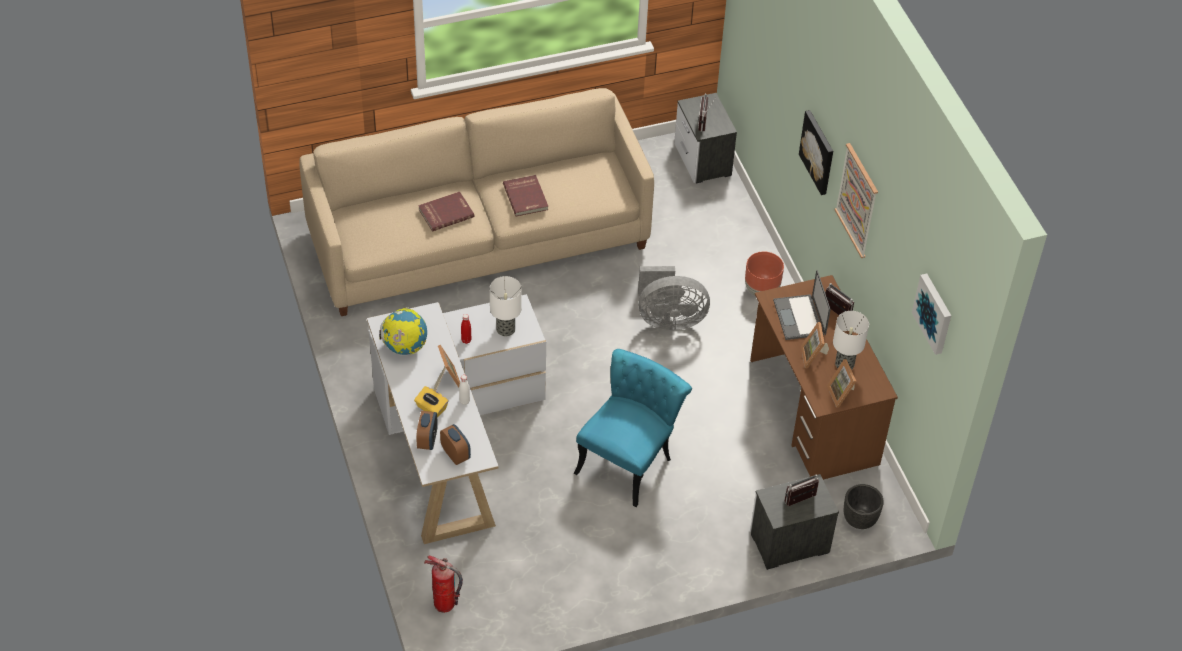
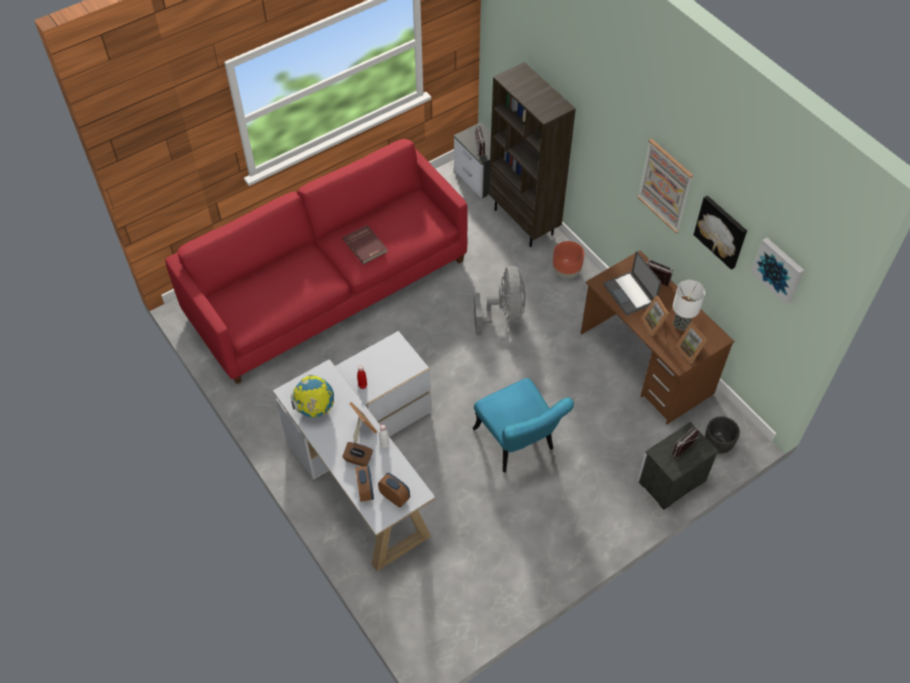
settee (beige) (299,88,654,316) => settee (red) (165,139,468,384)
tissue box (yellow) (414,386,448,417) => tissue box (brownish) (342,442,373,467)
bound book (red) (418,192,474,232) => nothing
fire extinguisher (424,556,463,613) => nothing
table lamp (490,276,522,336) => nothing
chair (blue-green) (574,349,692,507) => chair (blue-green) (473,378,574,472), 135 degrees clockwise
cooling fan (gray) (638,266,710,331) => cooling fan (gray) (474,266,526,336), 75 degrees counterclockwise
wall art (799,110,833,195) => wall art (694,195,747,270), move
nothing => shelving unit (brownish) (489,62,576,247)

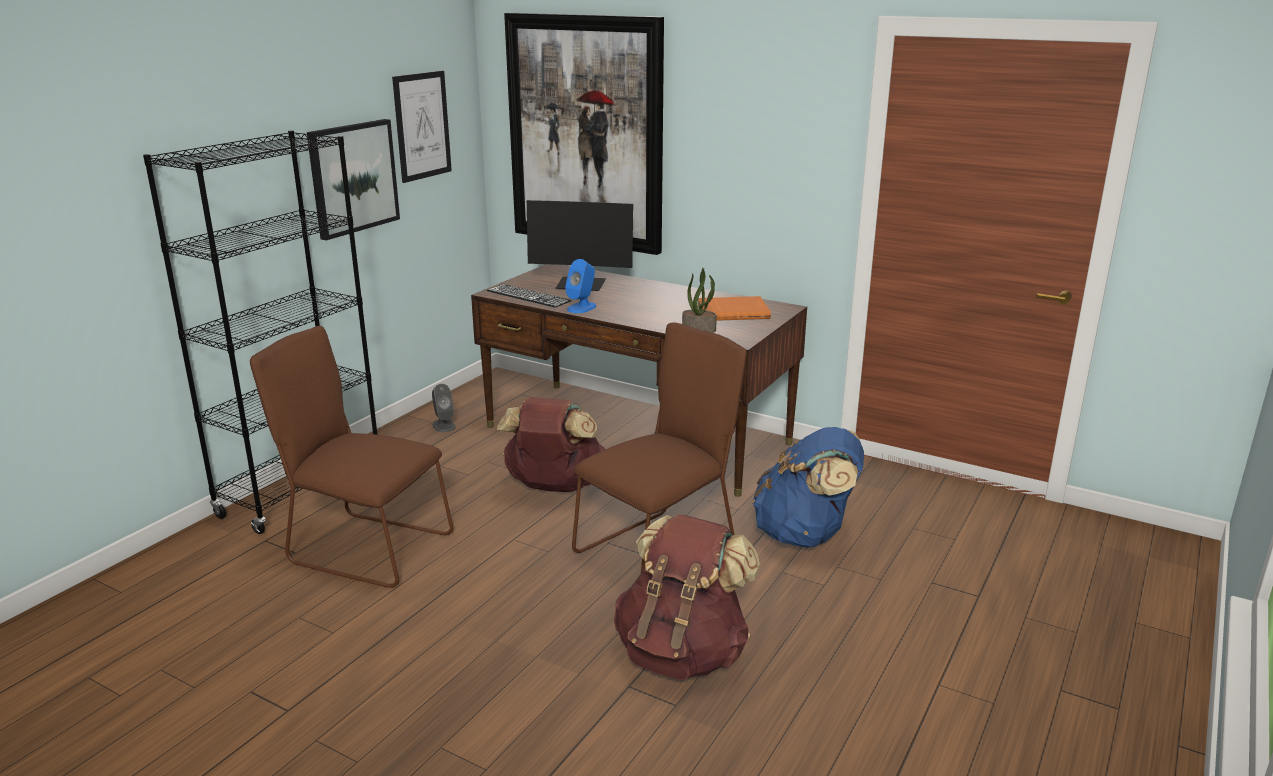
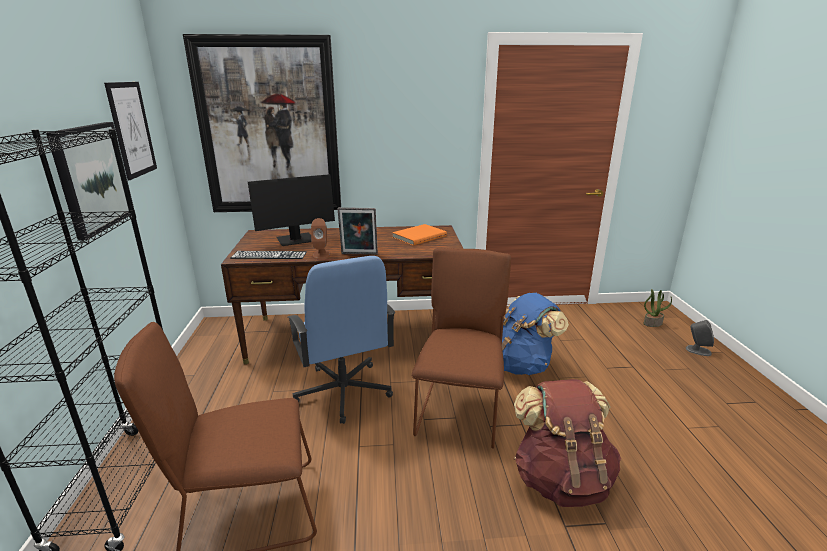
audio speaker (gray) (432,384,456,432) => audio speaker (gray) (686,320,714,356), move
knapsack (brownish) (497,397,605,492) => desk chair (blue-coloured) (287,256,395,424)
audio speaker (blue-coloured) (565,259,596,313) => audio speaker (brownish) (311,218,331,260)
houseplant (682,268,717,333) => houseplant (643,289,672,327), move
nothing => picture frame (338,207,378,255)

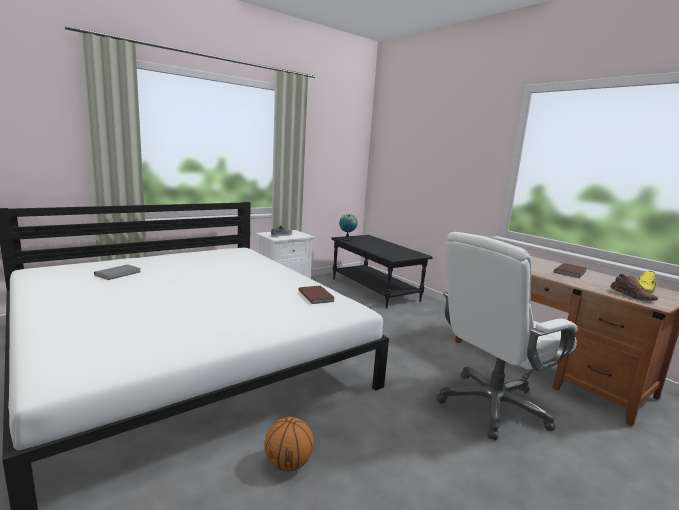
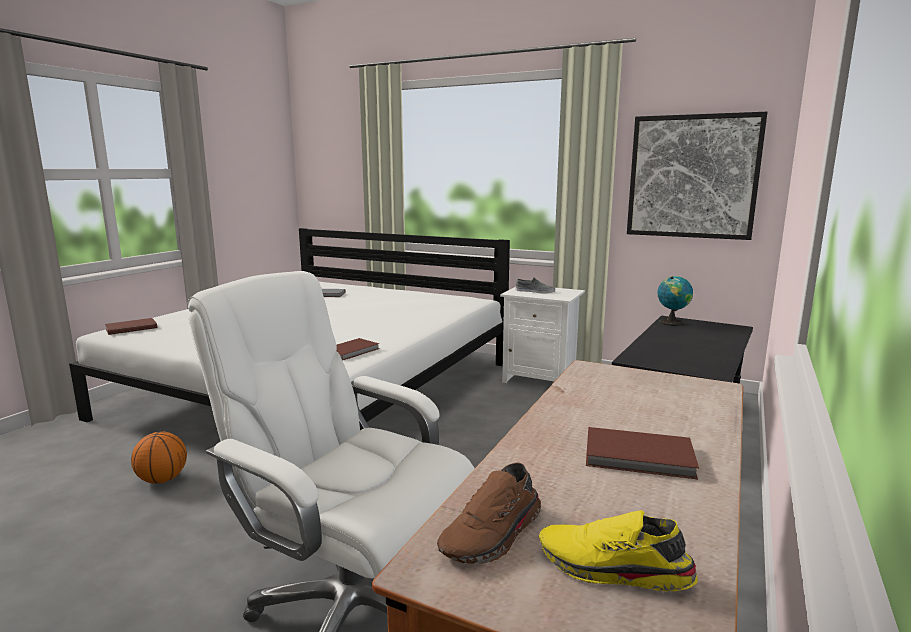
nothing => bound book (brownish) (105,318,157,335)
nothing => wall art (627,112,767,240)

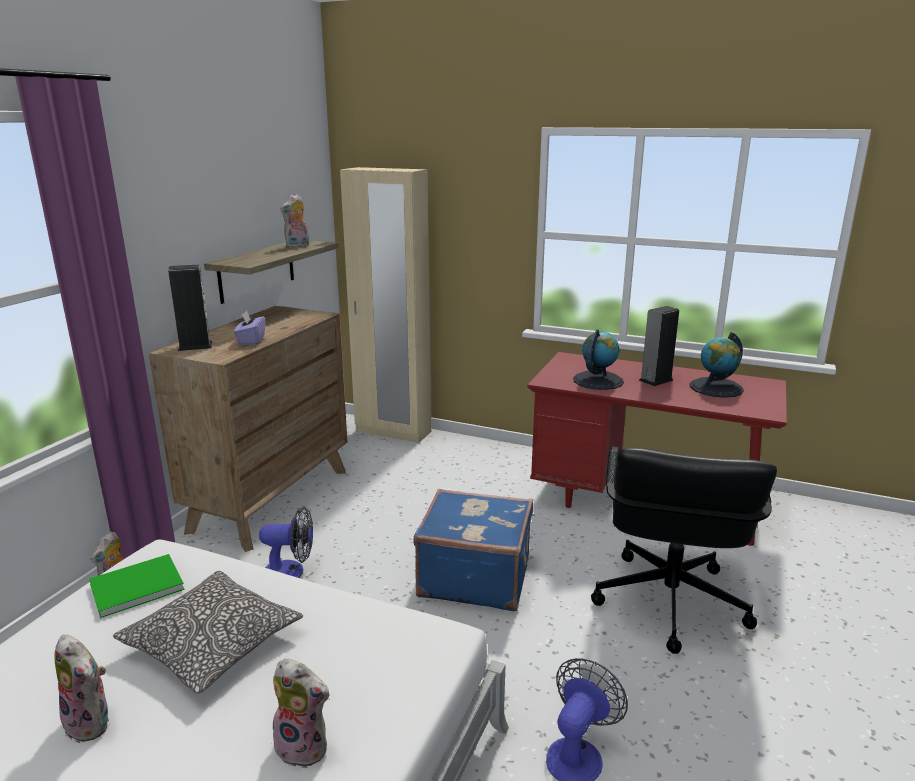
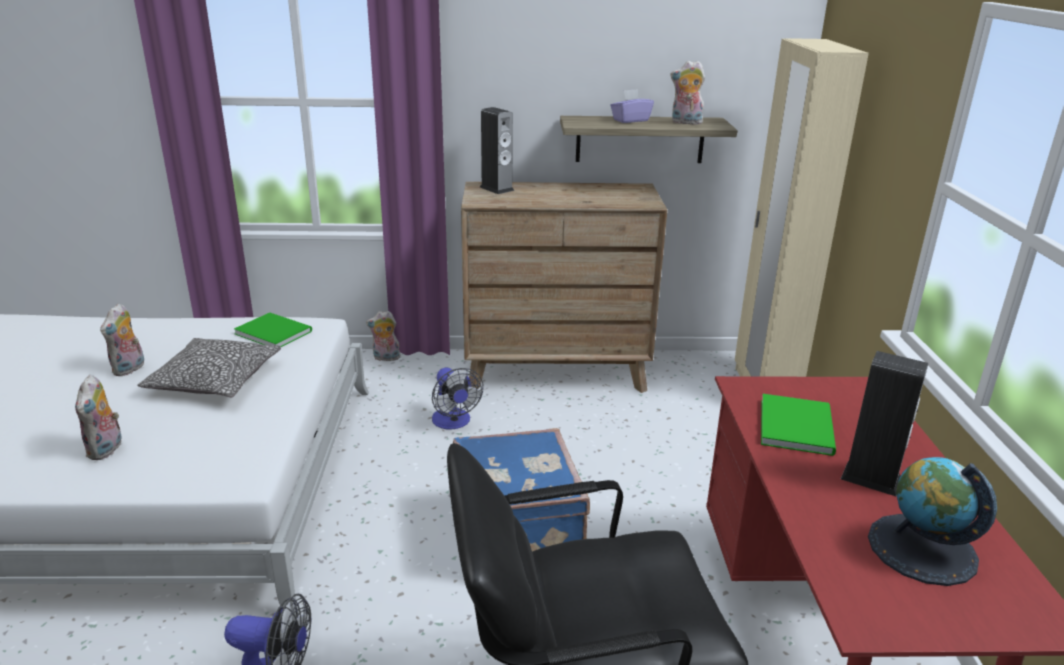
tissue box (purple-coloured) (234,311,265,345) => tissue box (purple-coloured) (610,89,654,123), move
desk globe (573,329,624,390) => bound book (green-coloured) (761,394,836,456)

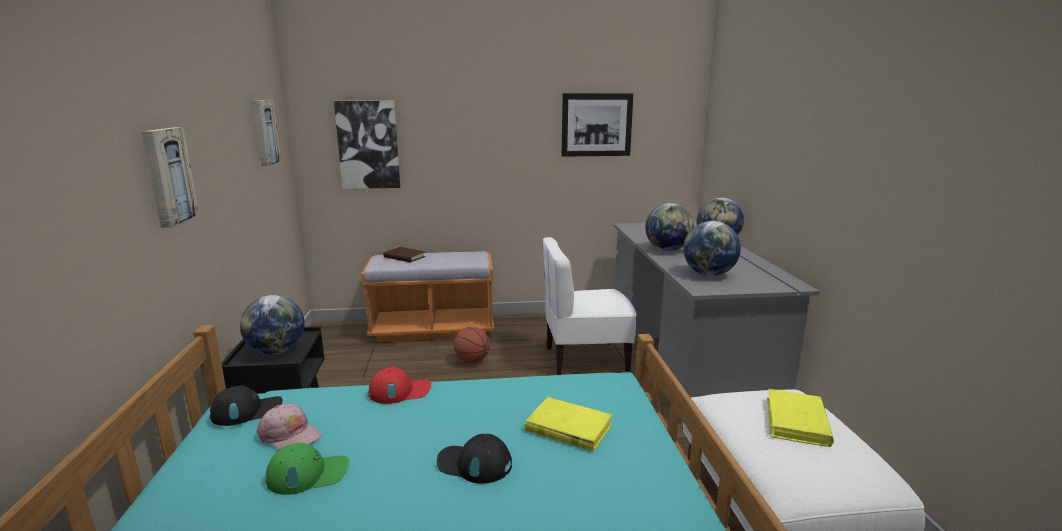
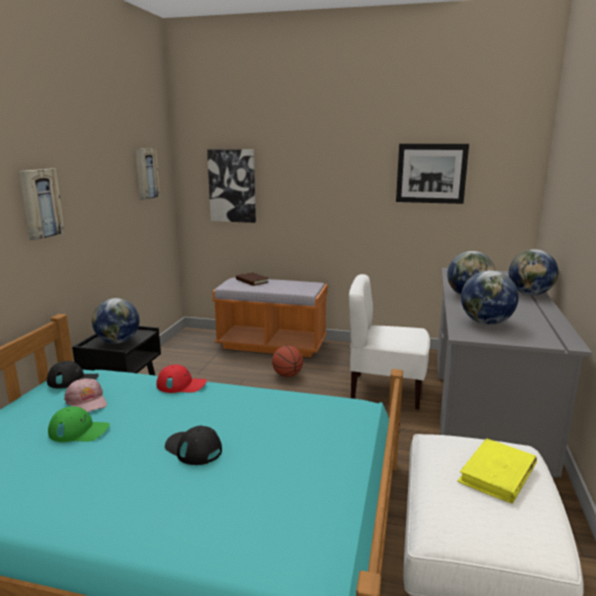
bound book (yellow) (525,397,612,452) => nothing

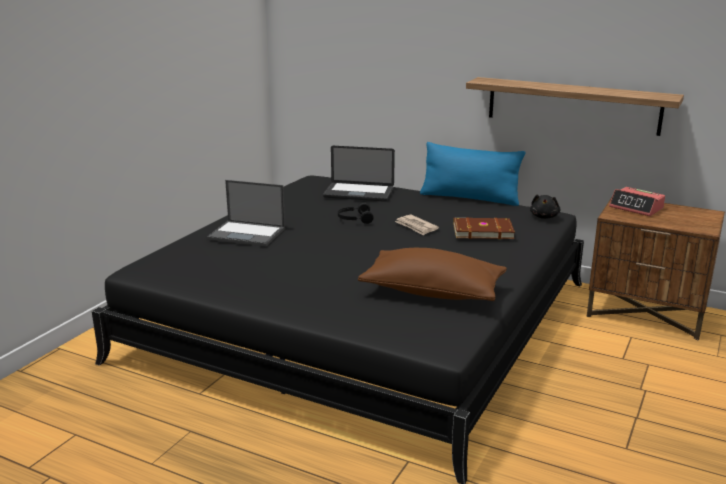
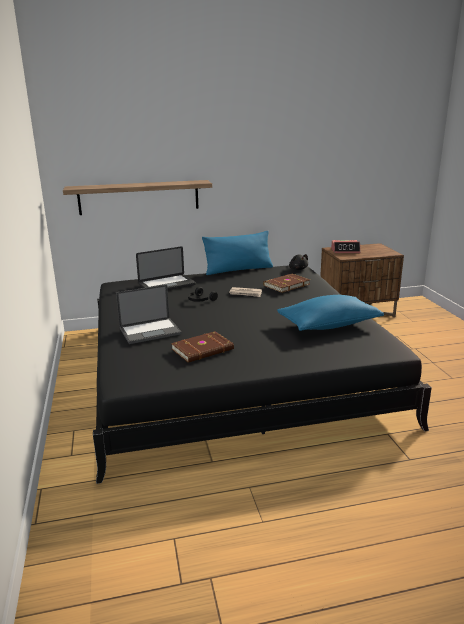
cushion (brownish) (358,248,507,301) => cushion (blue-coloured) (277,295,384,331)
wall shelf (466,77,684,136) => wall shelf (63,180,212,215), move
nothing => bound book (brownish) (171,331,234,363)

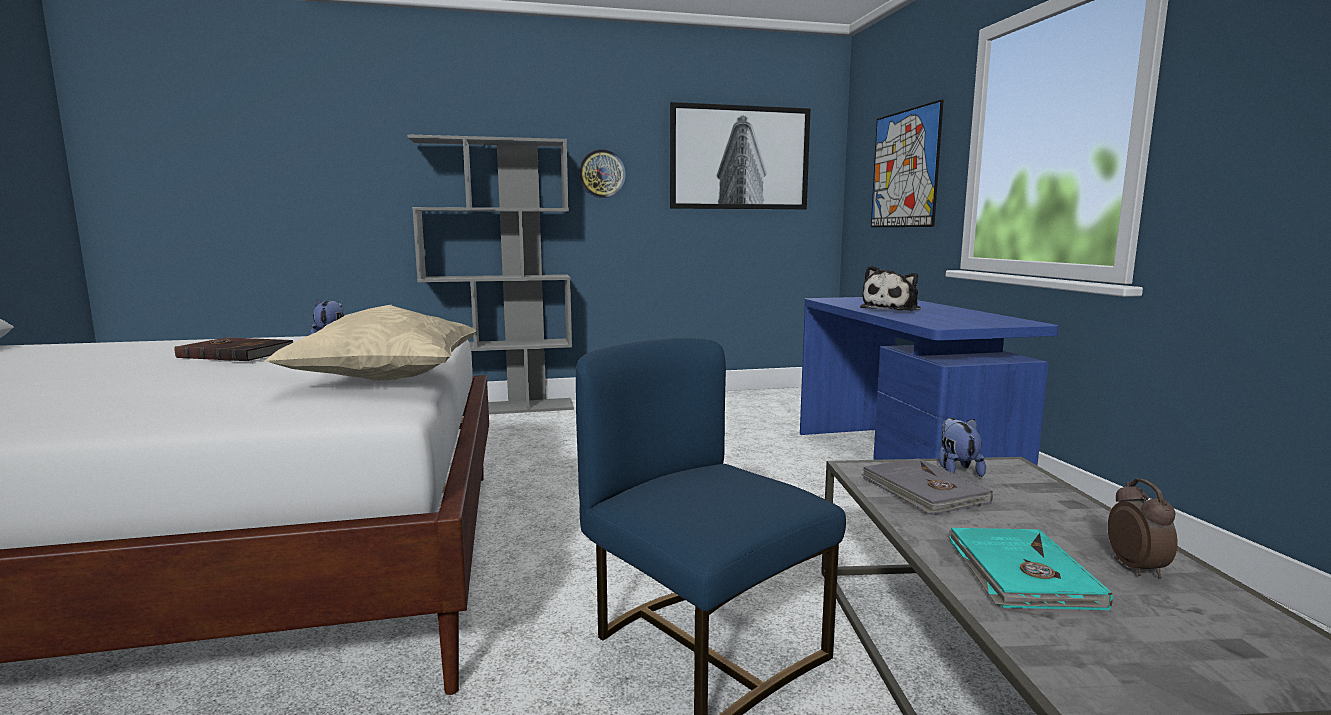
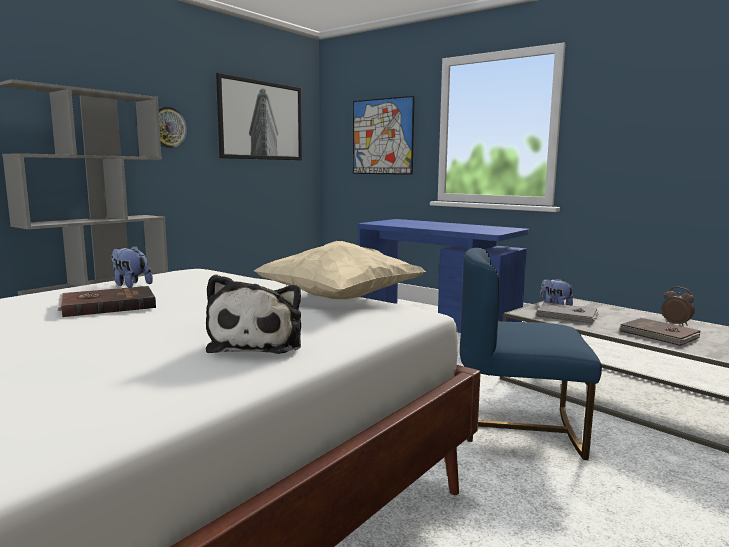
plush toy (860,266,921,311) => plush toy (206,274,301,354), move
bound book (blue-green) (949,528,1113,611) => bound book (brownish) (620,318,701,346)

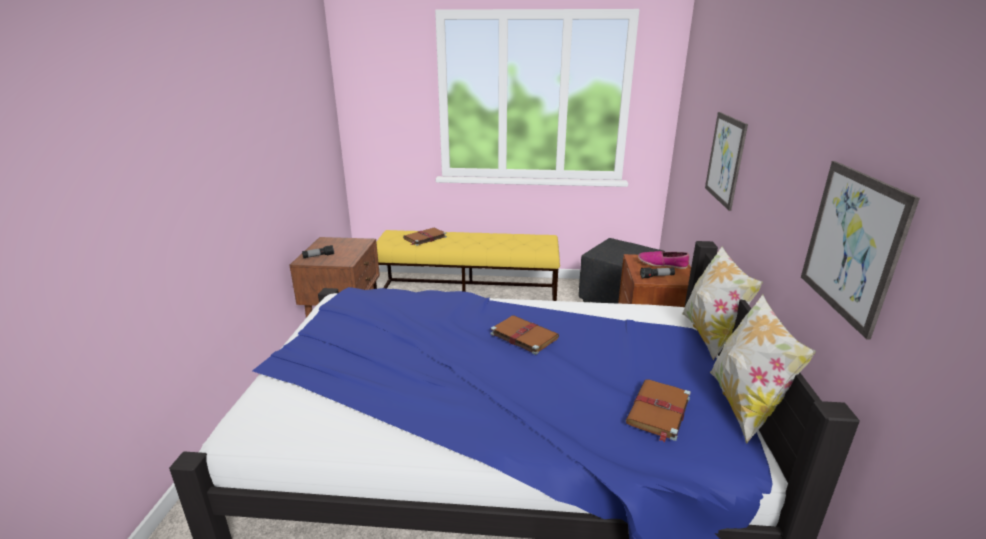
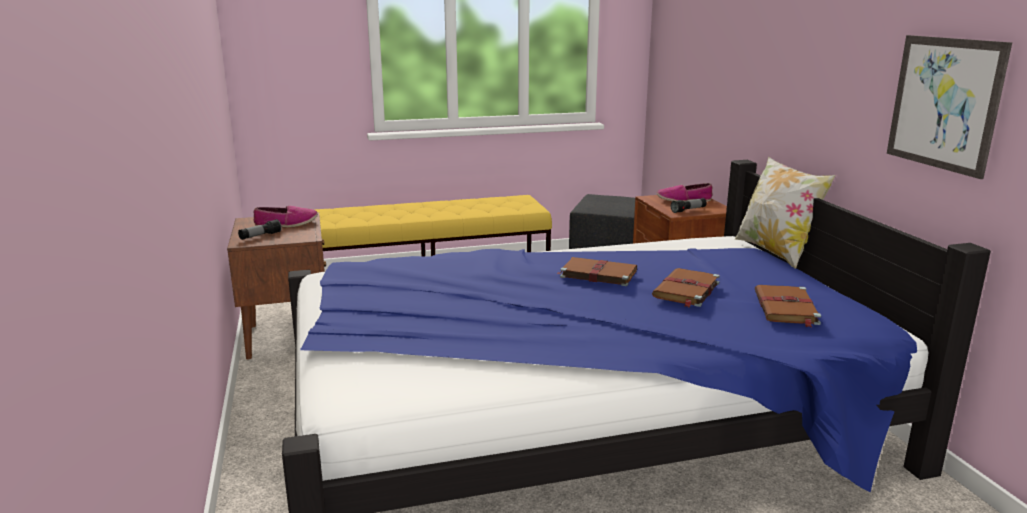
bound book (brownish) (403,228,447,246) => bound book (brownish) (652,268,720,307), move
wall art (705,112,748,211) => nothing
cushion (710,294,816,443) => nothing
nothing => item of footwear (254,206,318,227)

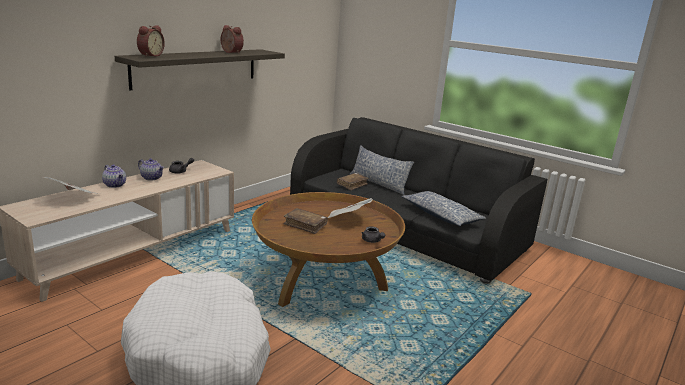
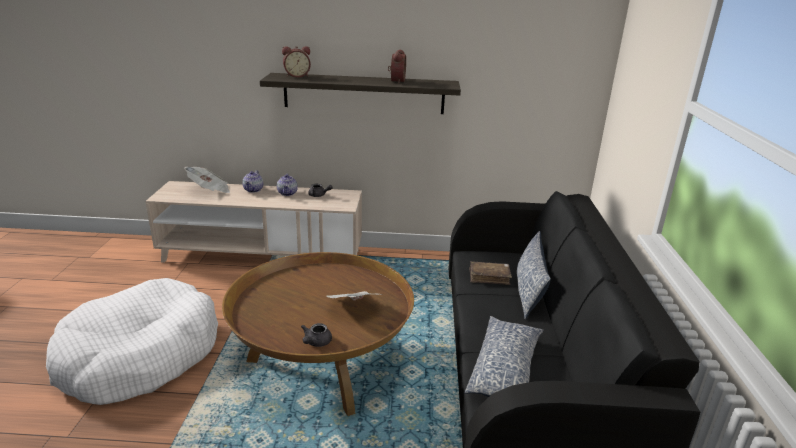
bound book (brownish) (283,208,328,234) => nothing

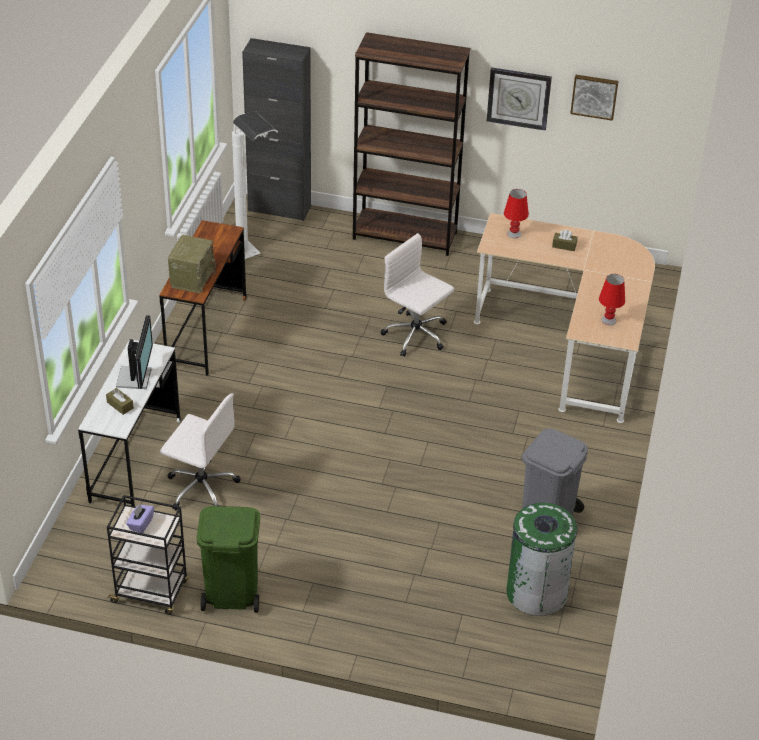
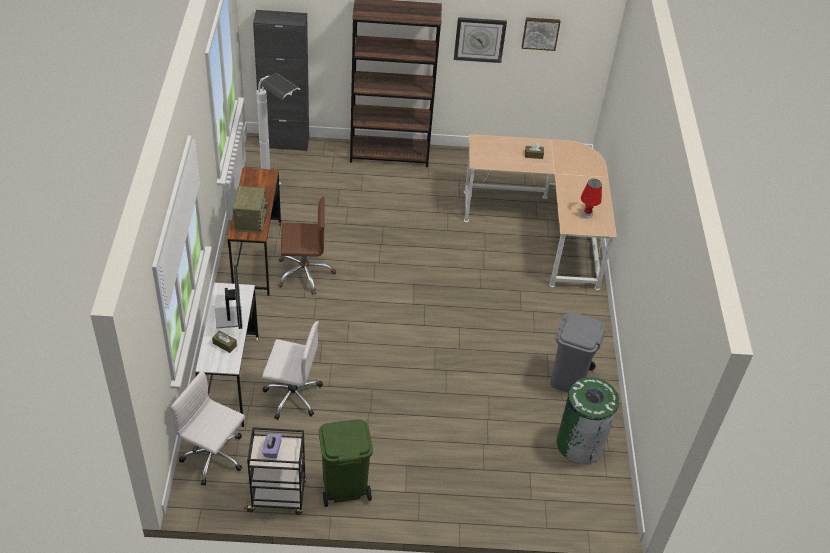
desk chair (white) (381,233,454,357) => desk chair (white) (170,371,245,486), move
table lamp (red) (504,189,529,238) => nothing
nothing => desk chair (brownish) (277,197,336,295)

